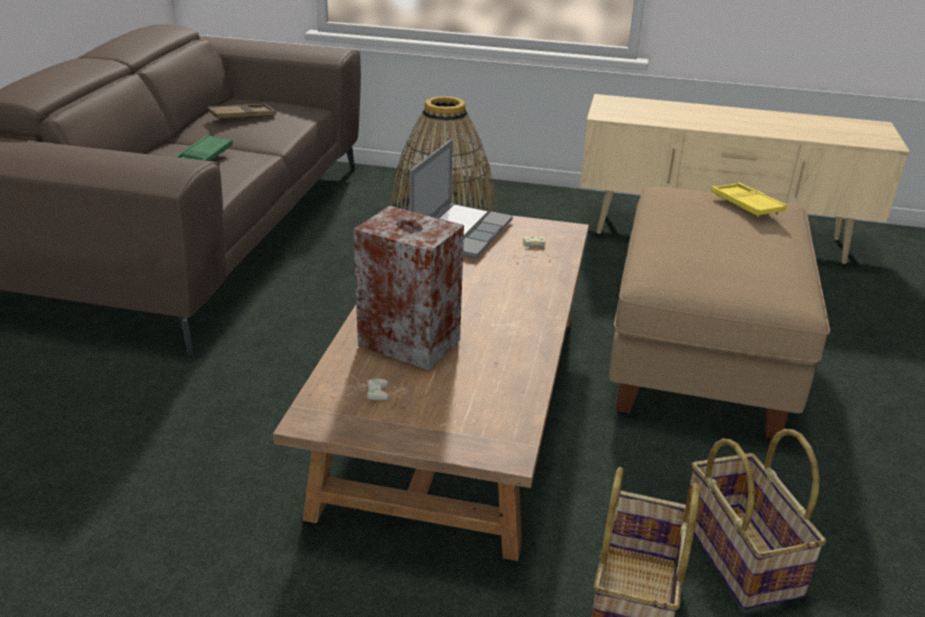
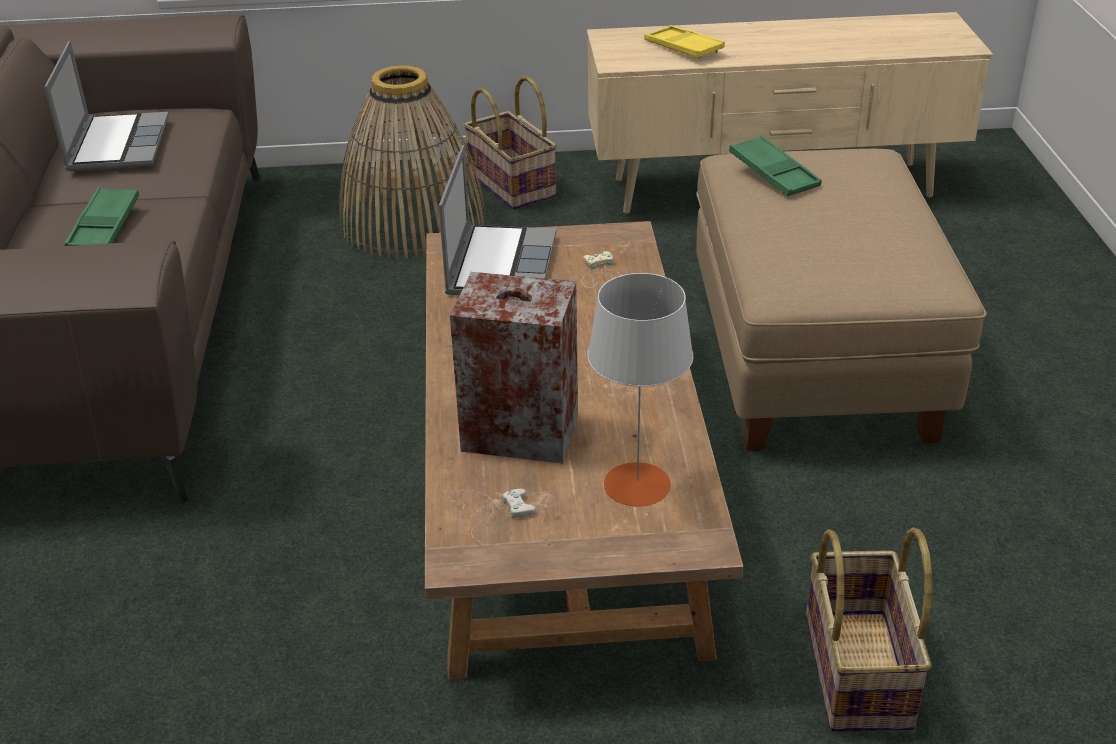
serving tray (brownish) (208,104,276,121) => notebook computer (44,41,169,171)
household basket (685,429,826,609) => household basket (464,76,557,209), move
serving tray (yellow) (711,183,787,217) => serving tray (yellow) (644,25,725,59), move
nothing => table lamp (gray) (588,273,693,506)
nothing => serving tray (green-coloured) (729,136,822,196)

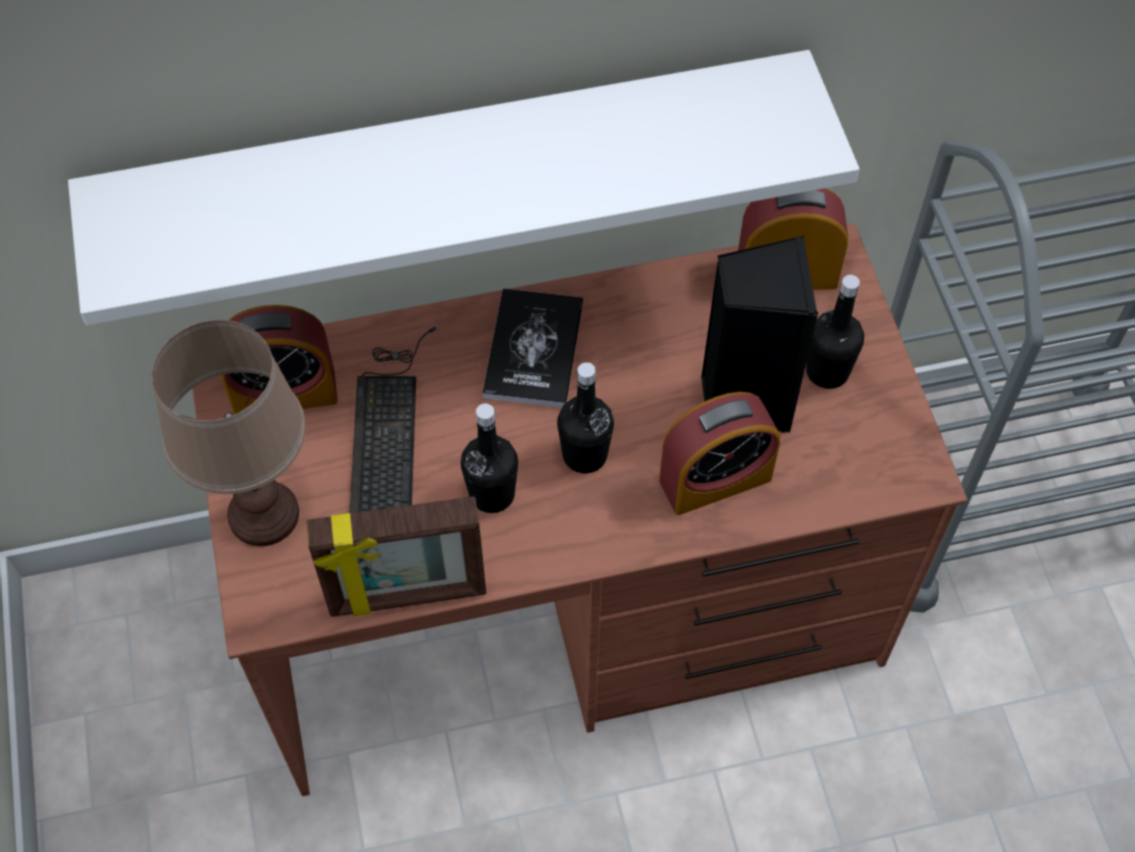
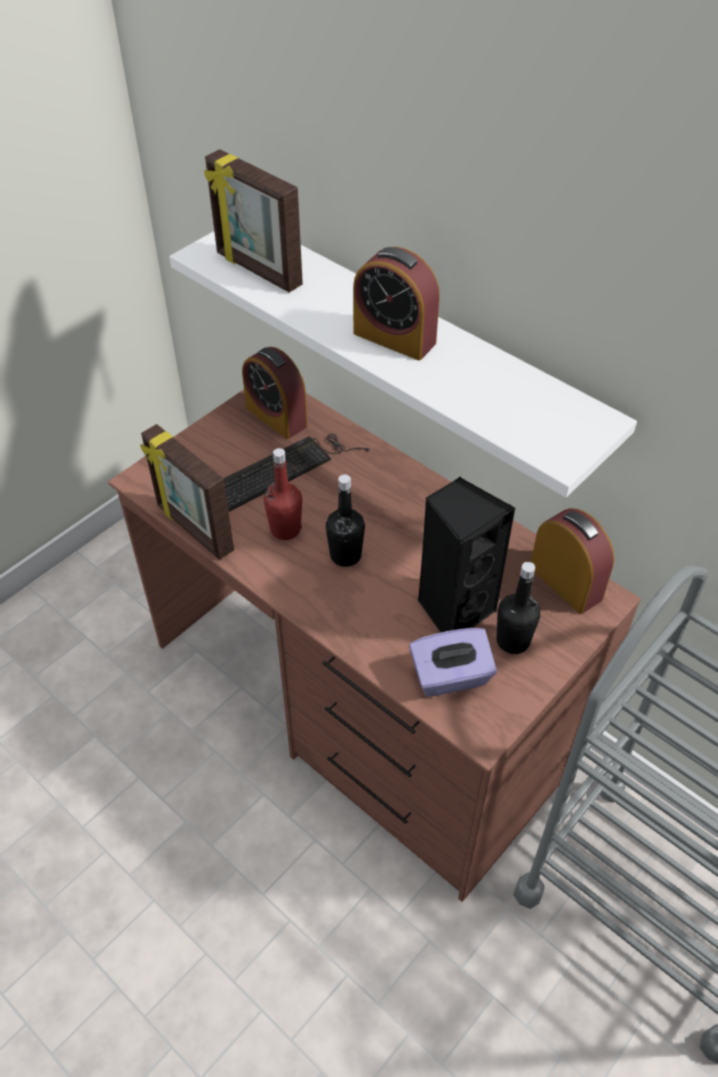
table lamp (brownish) (152,320,306,546) => nothing
beverage bottle (black) (461,404,518,513) => beverage bottle (red) (264,448,302,540)
bound book (483,288,583,408) => nothing
bedside clock (659,392,780,515) => bedside clock (353,247,440,360), move
nothing => picture frame (204,149,303,293)
nothing => tissue box (purple-coloured) (409,628,497,697)

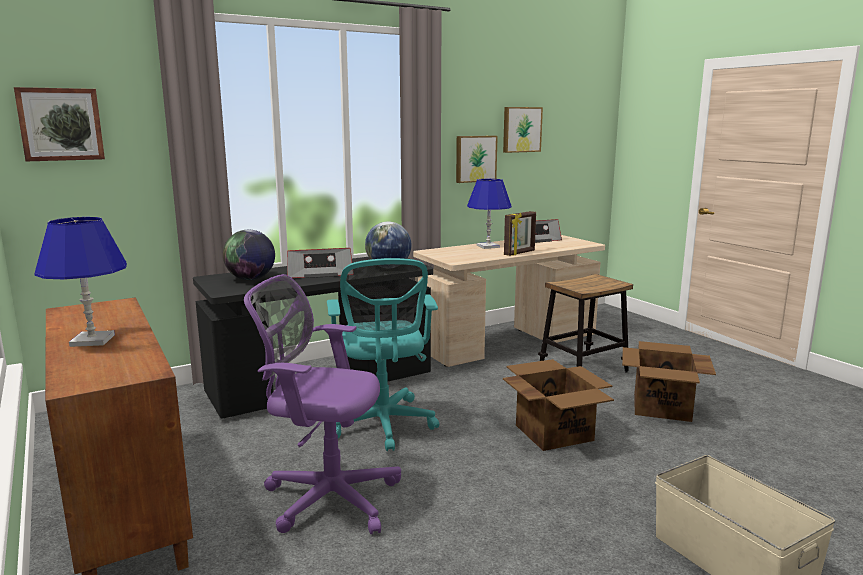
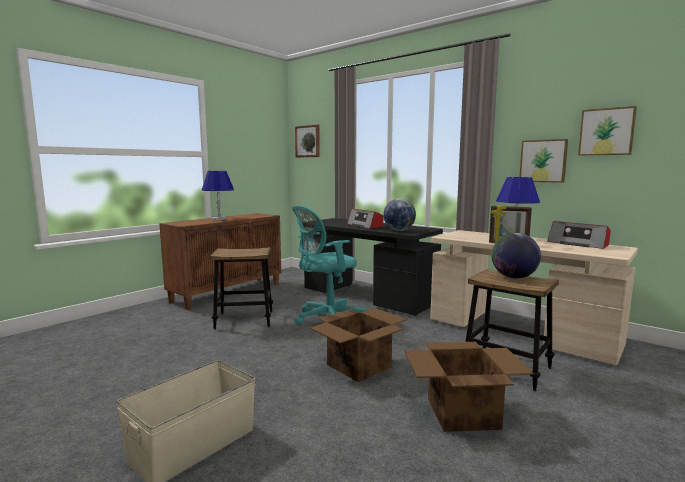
desk globe (223,230,275,280) => desk globe (492,233,541,279), move
desk chair (purple-coloured) (244,274,401,534) => stool (210,247,273,329)

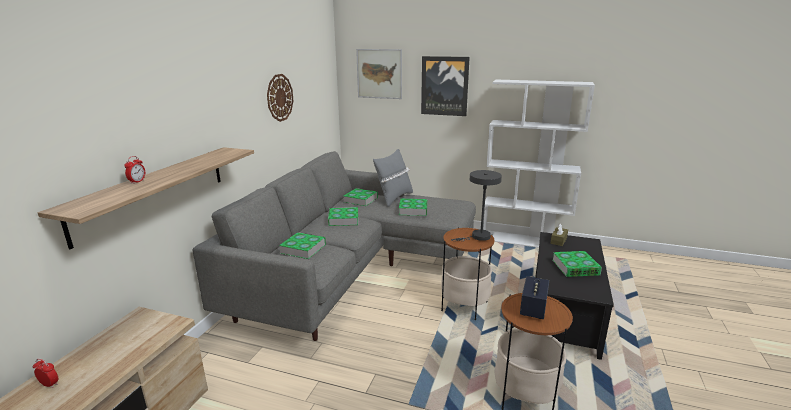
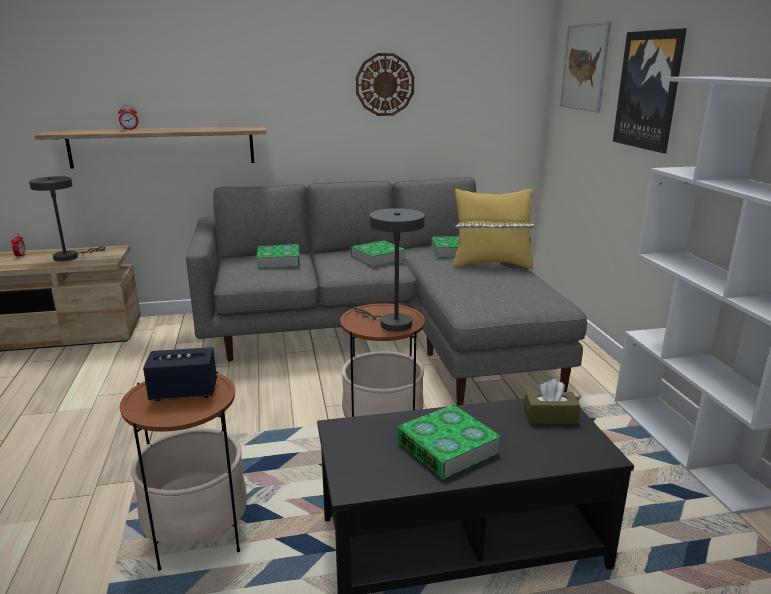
cushion (gray) (373,149,413,207) => cushion (yellow) (453,189,535,269)
bound book (399,199,427,216) => nothing
nothing => table lamp (gray) (29,176,106,261)

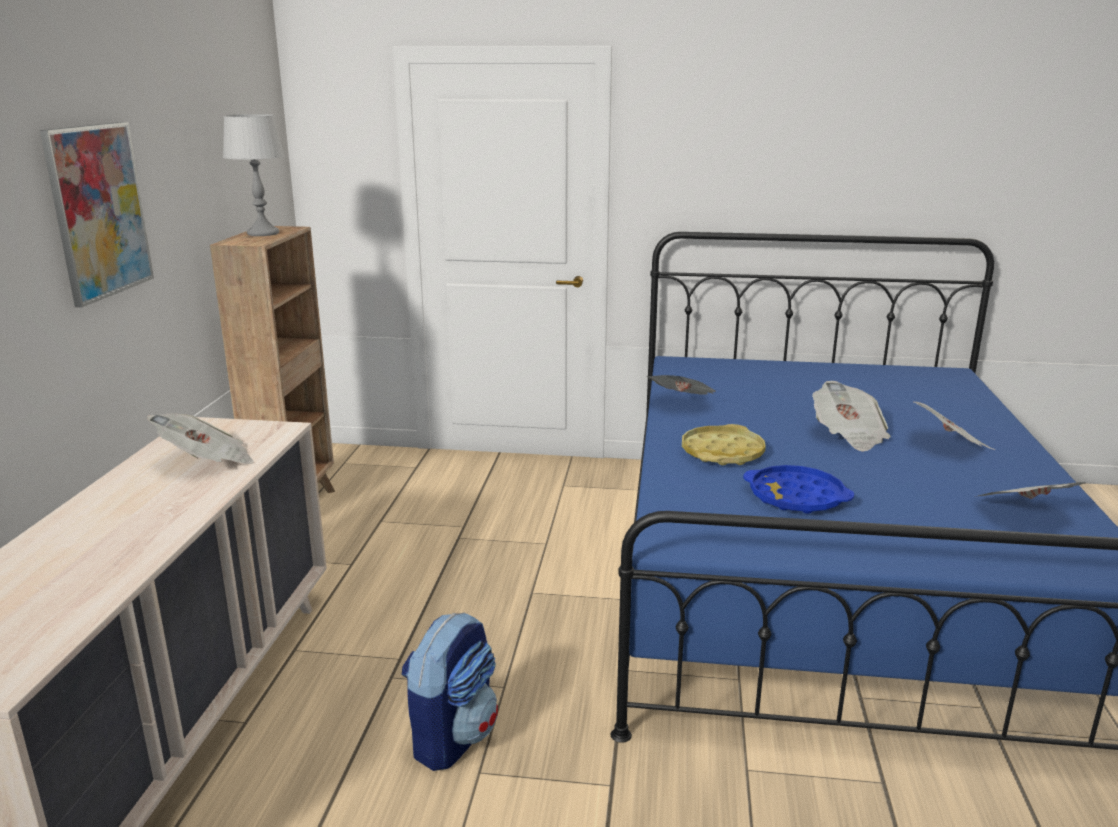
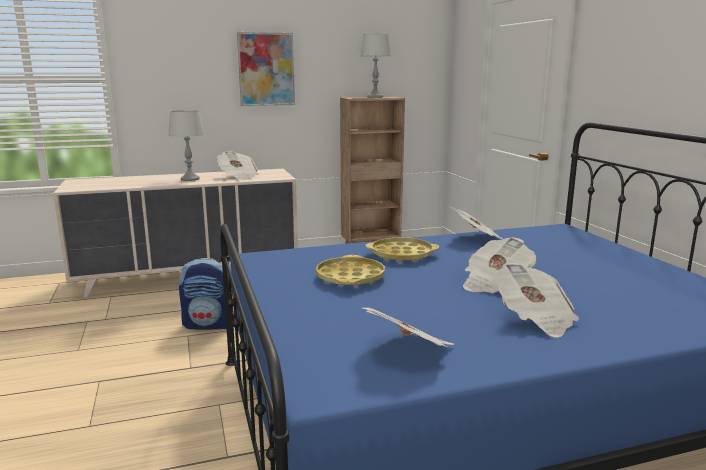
serving tray (blue-coloured) (743,465,854,514) => serving tray (yellow) (316,255,385,286)
nothing => table lamp (gray) (169,110,204,181)

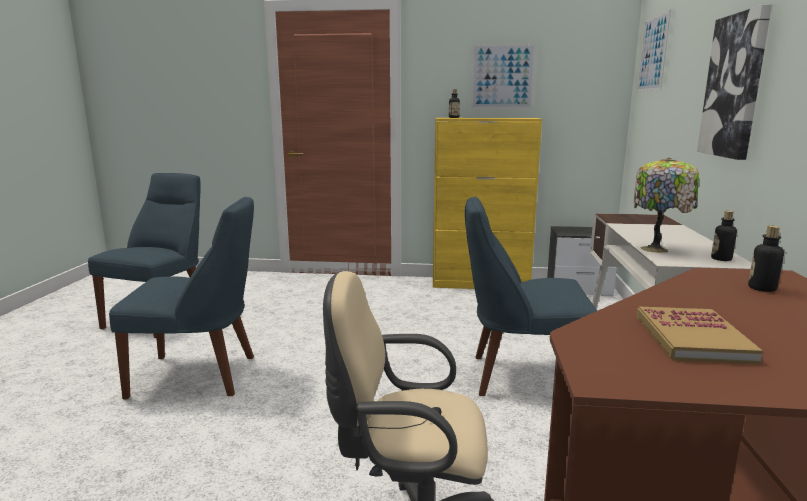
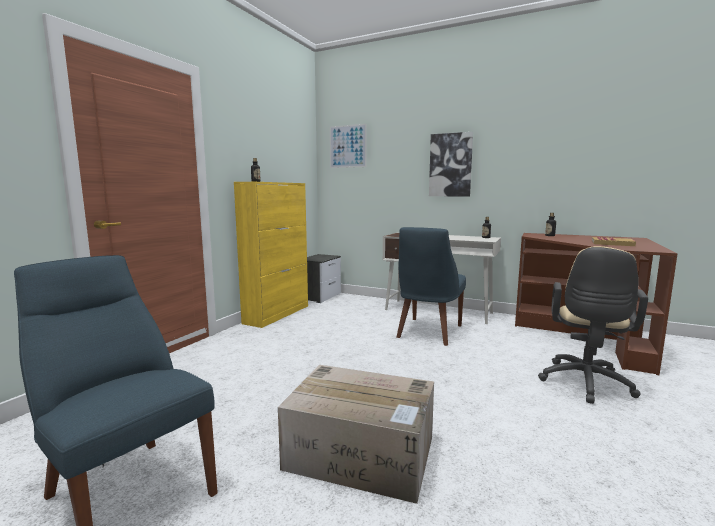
chair (blue-coloured) (109,197,254,399) => packing box (278,365,434,504)
wall art (471,44,536,109) => nothing
table lamp (634,158,699,253) => nothing

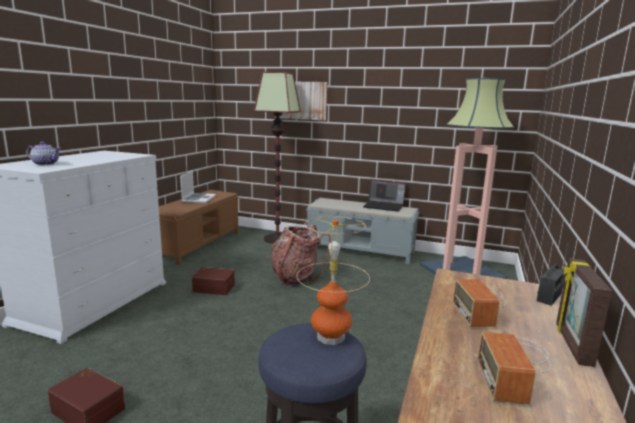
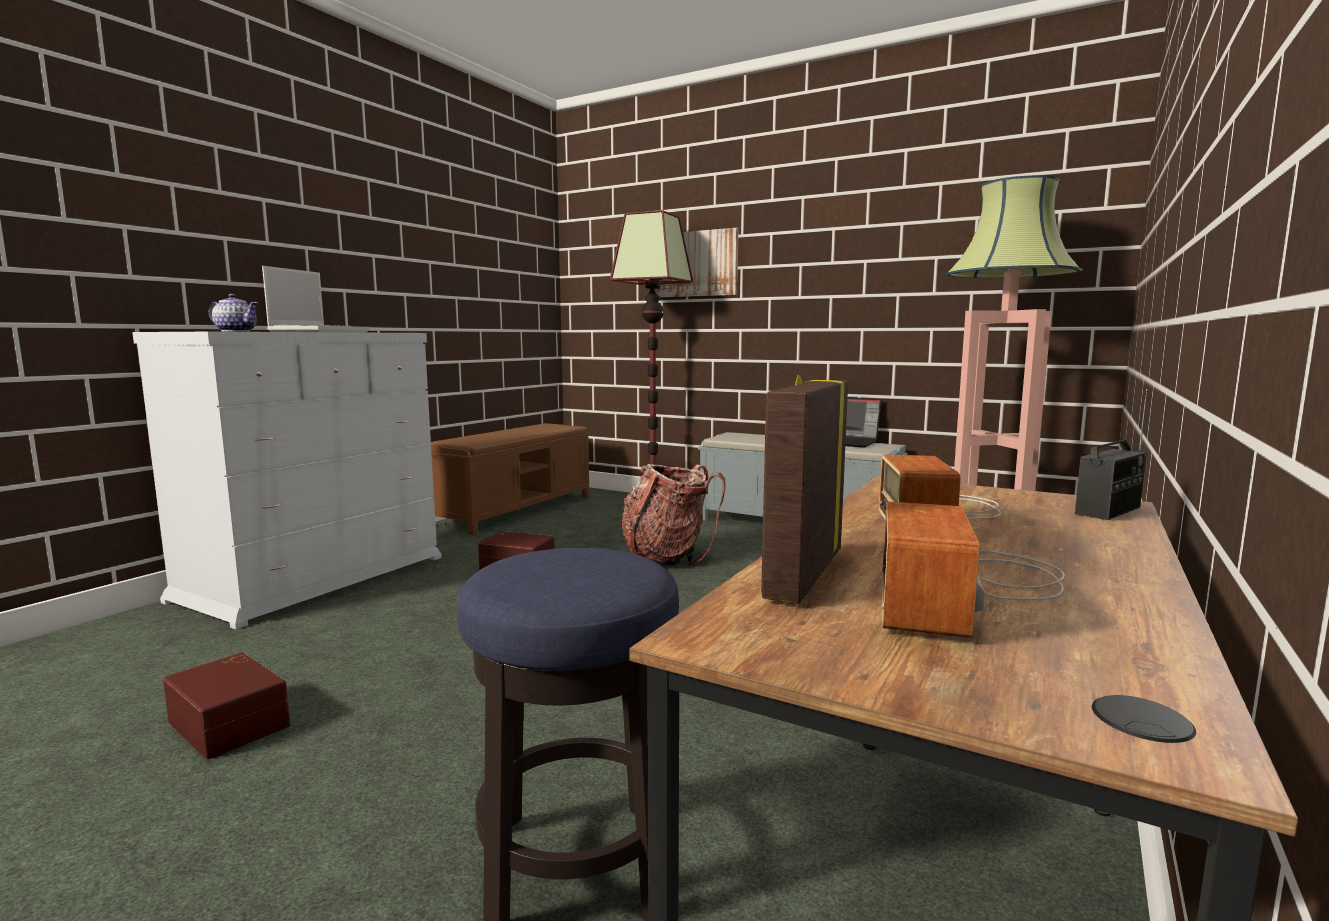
notebook computer (180,170,216,203) => notebook computer (262,266,370,332), move
table lamp (297,216,370,345) => nothing
picture frame (556,258,612,367) => picture frame (761,374,848,604), move

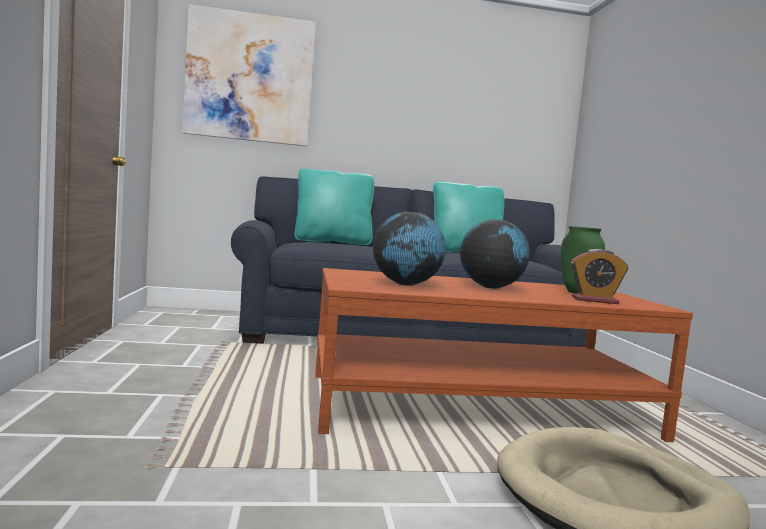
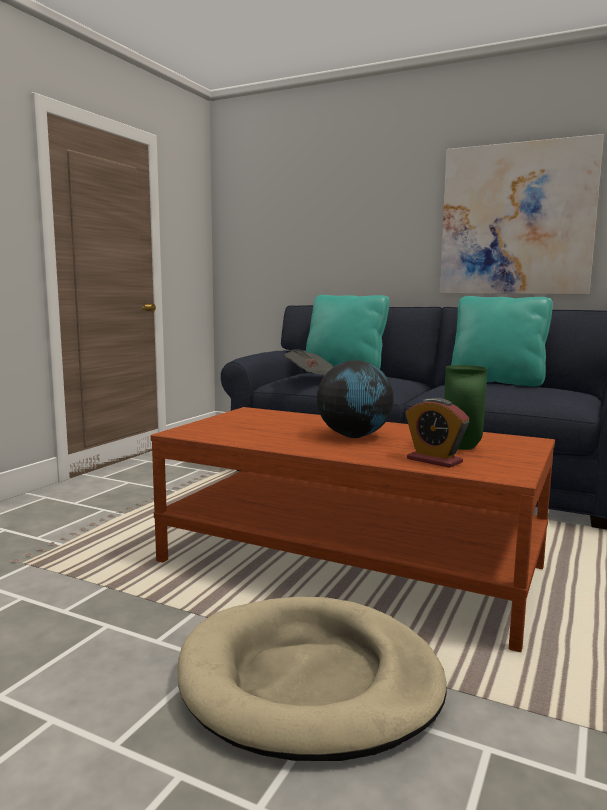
wall art (182,4,316,146) => wall art (440,134,604,294), move
desk globe (373,212,446,286) => nothing
nothing => printed paper (285,350,333,375)

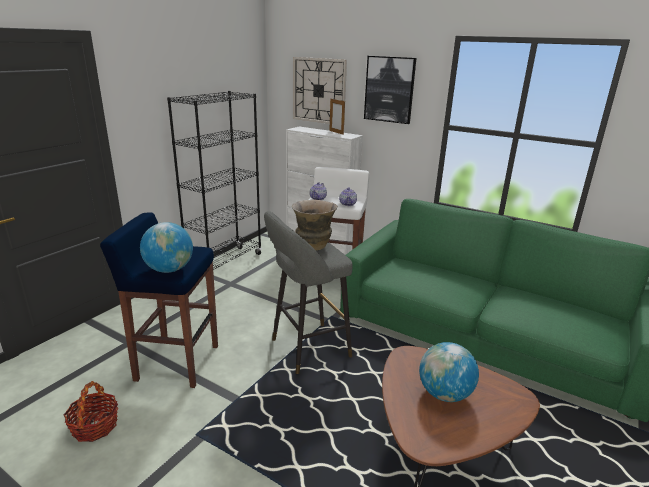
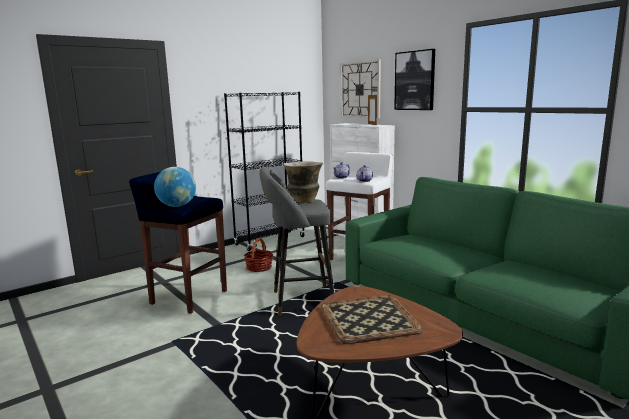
household basket (64,381,118,442) => household basket (244,238,273,272), move
desk globe (419,342,479,402) => serving tray (321,295,424,344)

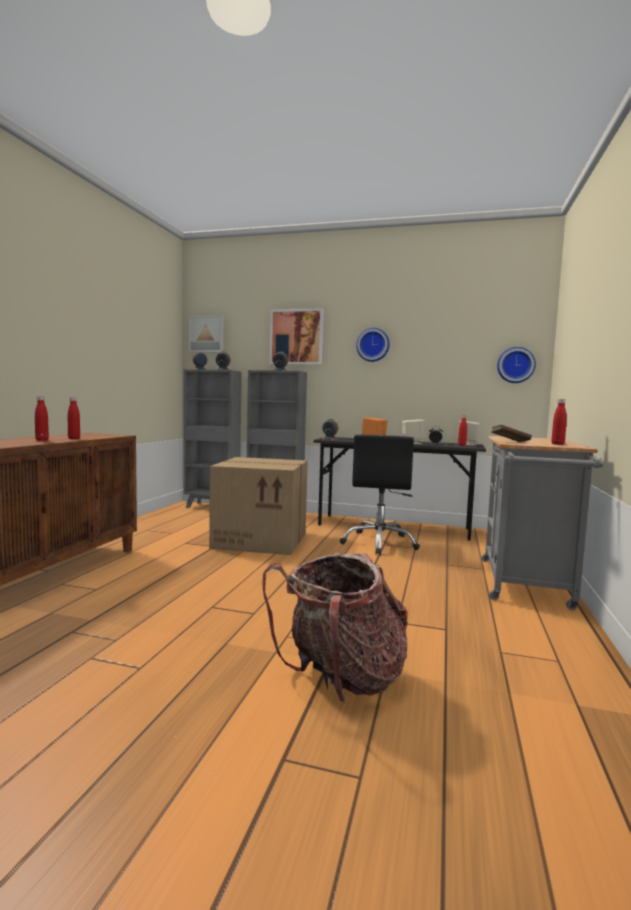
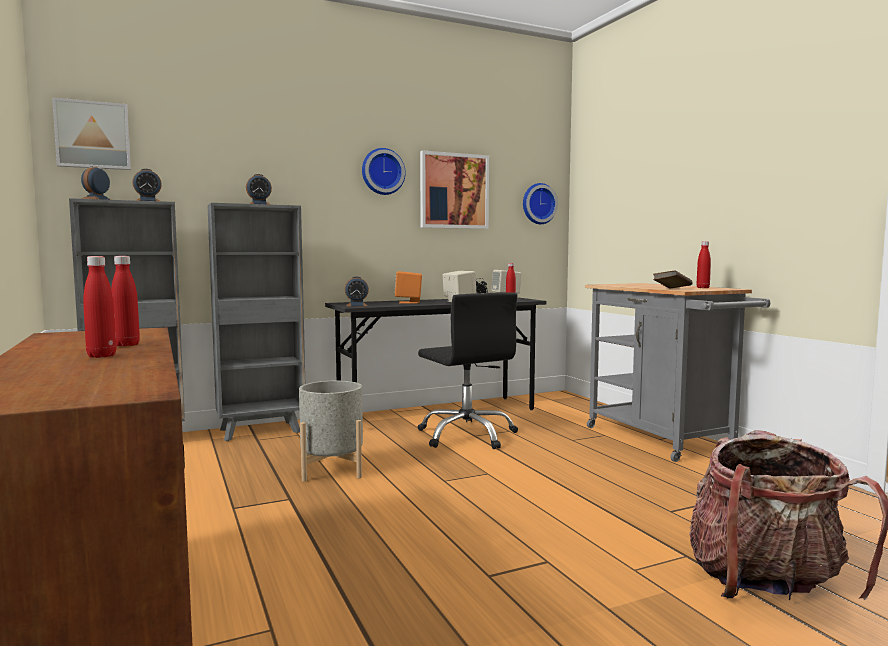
packing box (209,457,308,555) => flower pot (gray) (299,381,363,482)
wall art (269,308,324,365) => wall art (420,150,489,229), move

